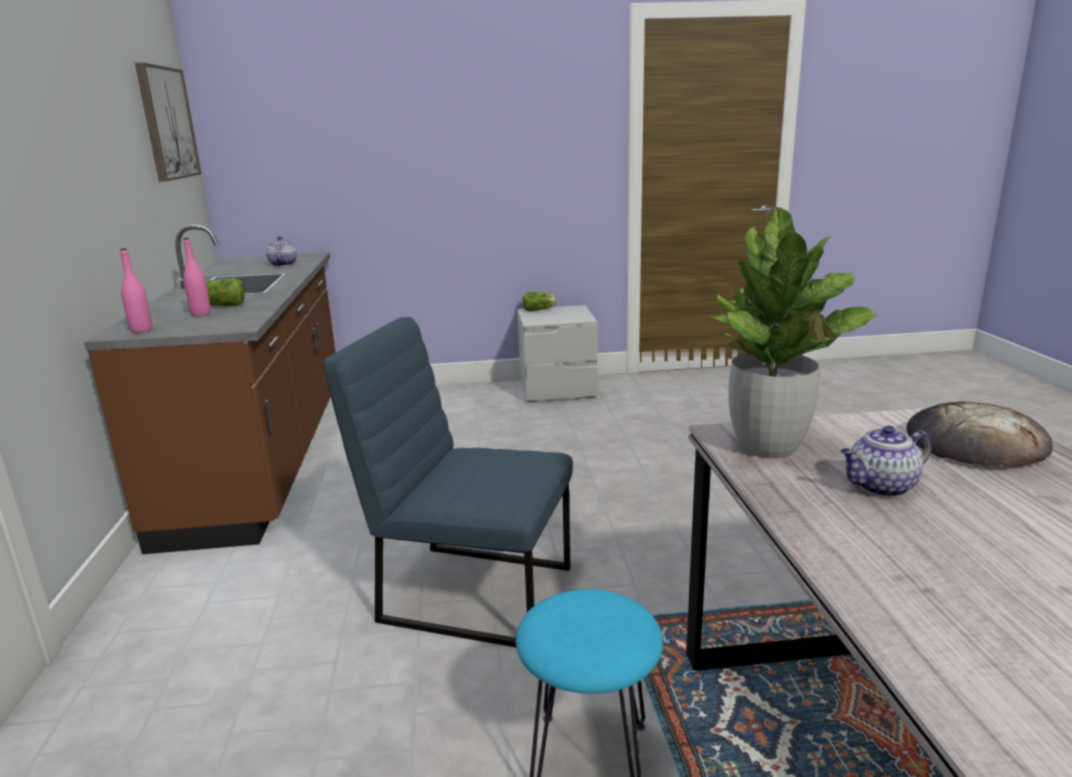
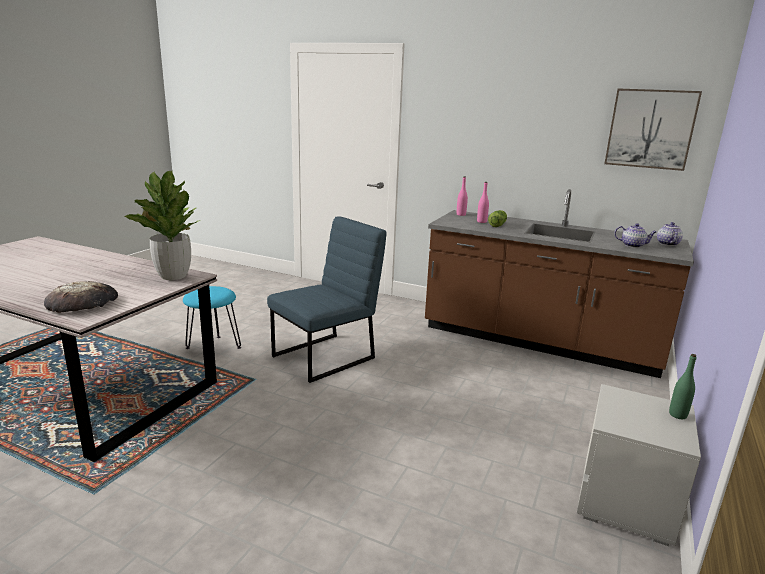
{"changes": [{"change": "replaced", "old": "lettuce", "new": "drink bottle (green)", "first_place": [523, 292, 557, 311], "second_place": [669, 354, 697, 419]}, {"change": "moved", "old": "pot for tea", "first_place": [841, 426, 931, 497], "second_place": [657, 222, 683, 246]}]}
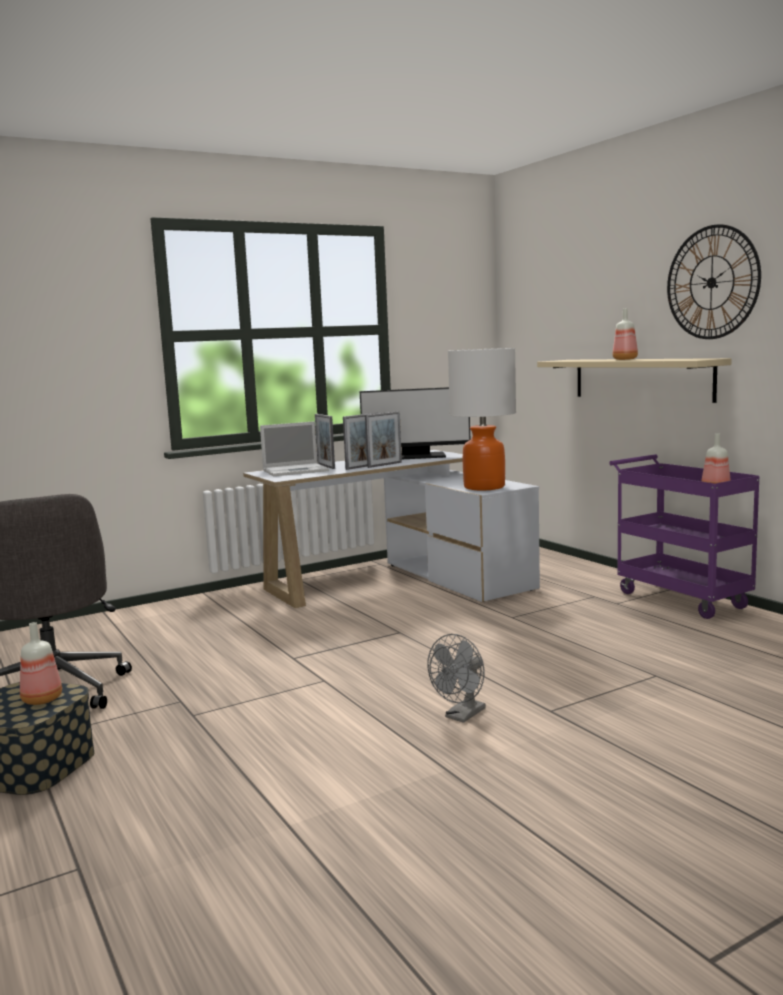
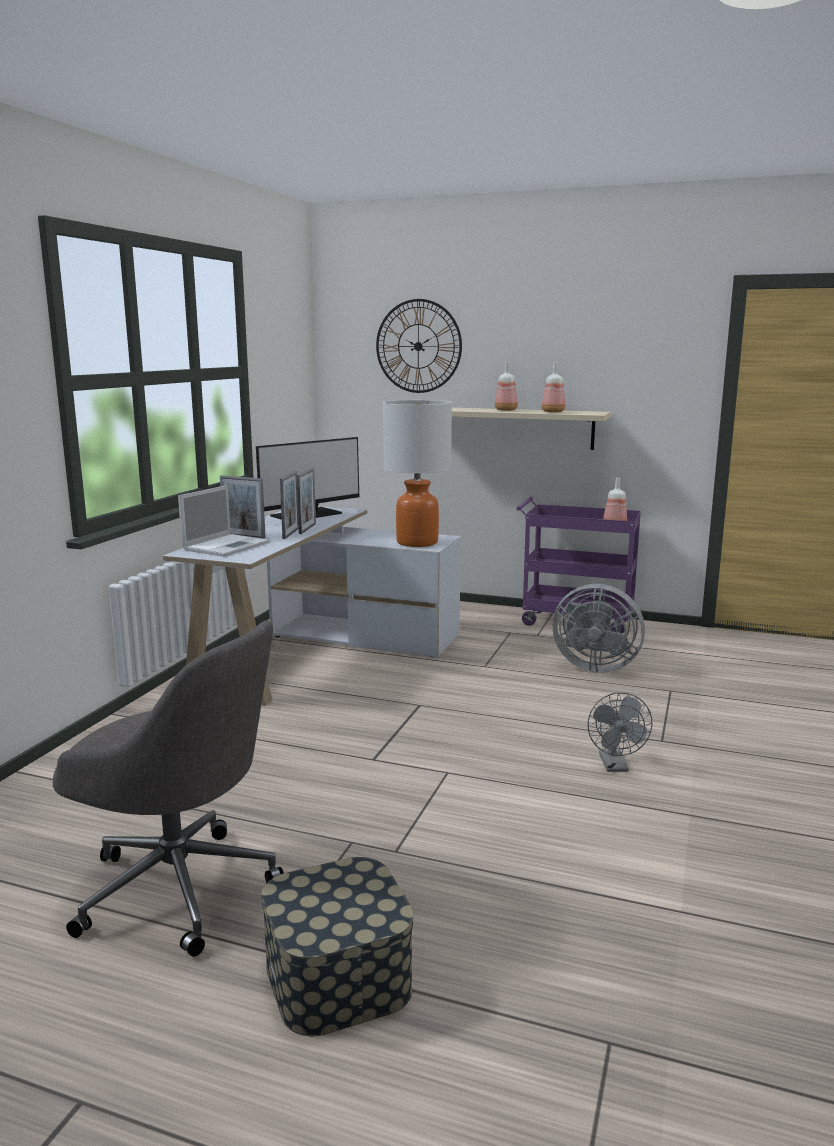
{"changes": [{"change": "moved", "old": "drink bottle", "first_place": [20, 622, 62, 705], "second_place": [542, 363, 565, 412]}, {"change": "moved", "old": "clock on the wall", "first_place": [667, 224, 761, 339], "second_place": [376, 299, 462, 393]}, {"change": "added", "new": "electric fan (gray)", "second_place": [553, 584, 645, 673]}]}
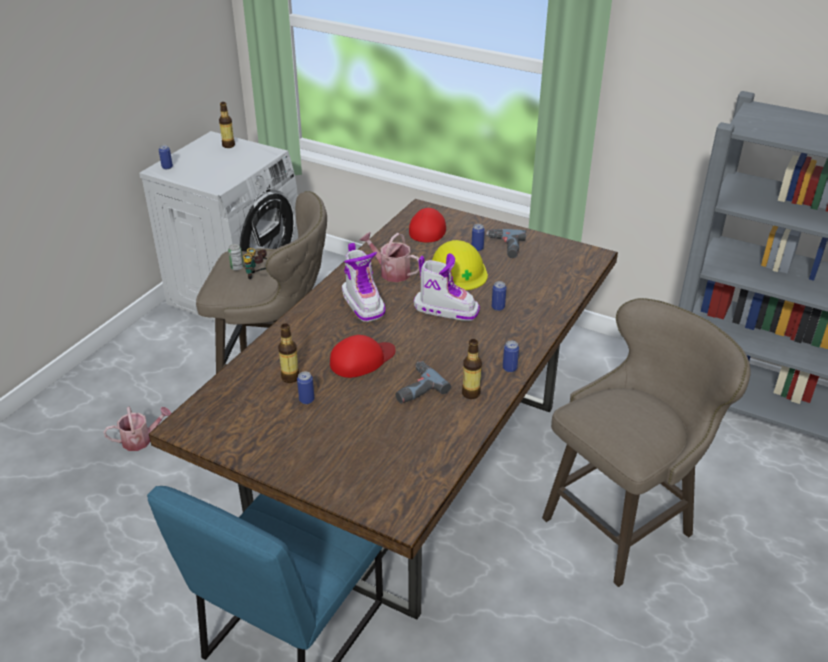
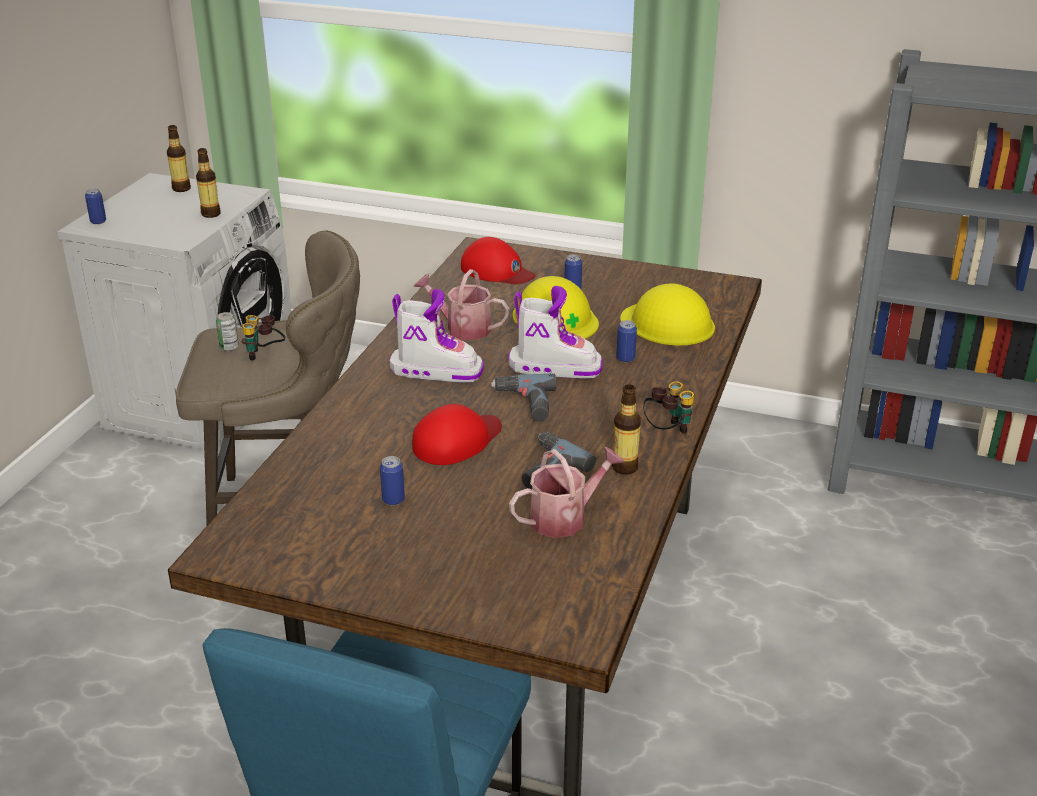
{"changes": [{"change": "moved", "old": "watering pot", "first_place": [103, 406, 172, 451], "second_place": [509, 447, 624, 538]}, {"change": "moved", "old": "drink bottle", "first_place": [278, 324, 299, 383], "second_place": [196, 148, 220, 218]}, {"change": "turned", "old": "high-top boot", "first_place": [342, 243, 385, 322], "second_place": [389, 289, 484, 383], "degrees": -45}, {"change": "turned", "old": "cap (reddish)", "first_place": [409, 208, 446, 242], "second_place": [461, 237, 536, 284], "degrees": 120}, {"change": "moved", "old": "drill", "first_place": [486, 229, 526, 258], "second_place": [491, 373, 556, 422]}, {"change": "replaced", "old": "sealed can", "new": "field glasses", "first_place": [503, 341, 519, 372], "second_place": [643, 381, 694, 434]}, {"change": "removed", "old": "stool (beige-coloured)", "first_place": [542, 298, 751, 587]}, {"change": "added", "new": "safety helmet (yellowish)", "second_place": [620, 284, 715, 345]}]}
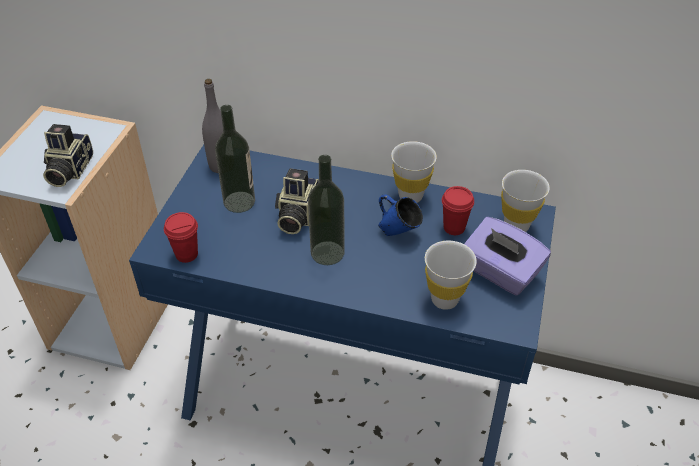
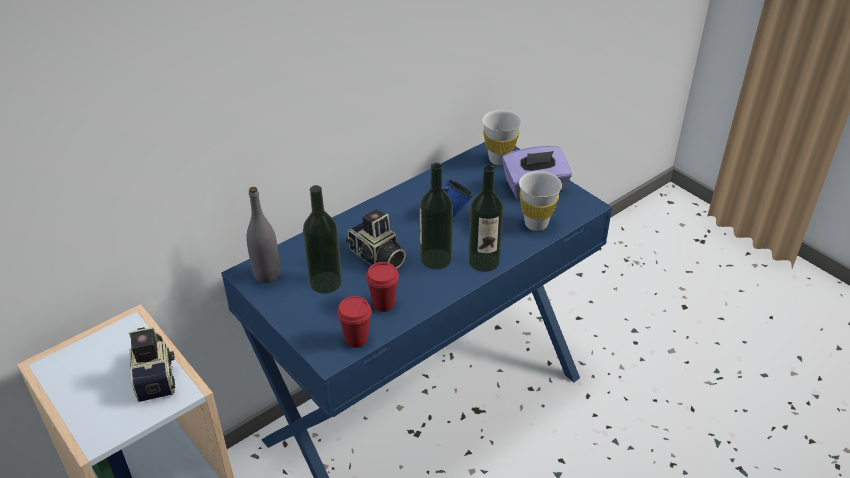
{"changes": [{"change": "turned", "old": "photo camera", "first_place": [43, 124, 93, 187], "second_place": [129, 327, 175, 403], "degrees": -150}, {"change": "removed", "old": "cup (whitish)", "first_place": [391, 141, 437, 203]}, {"change": "moved", "old": "cup (reddish)", "first_place": [442, 186, 474, 235], "second_place": [366, 262, 399, 312]}, {"change": "added", "new": "drink bottle", "second_place": [468, 165, 504, 272]}]}
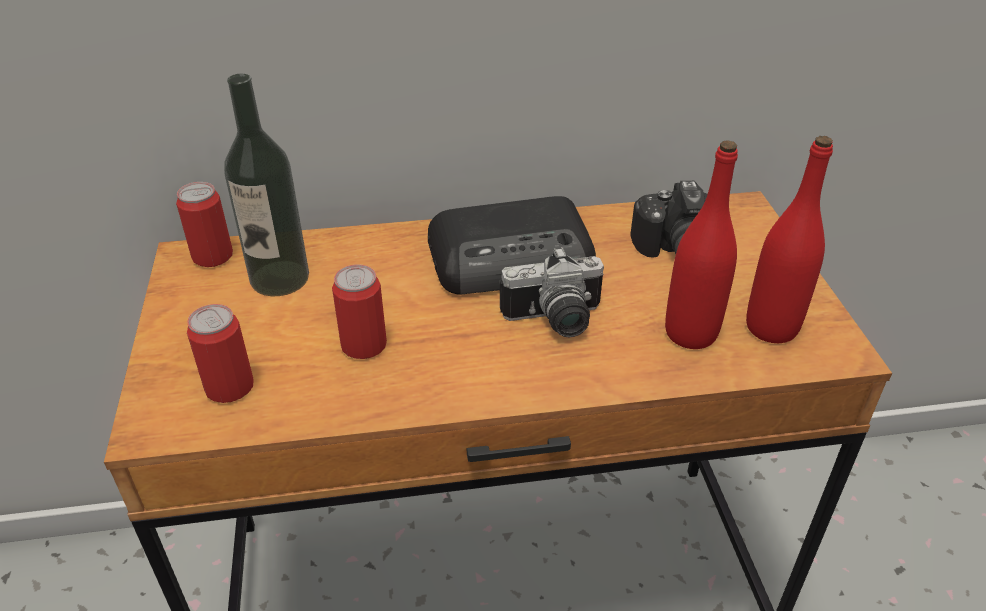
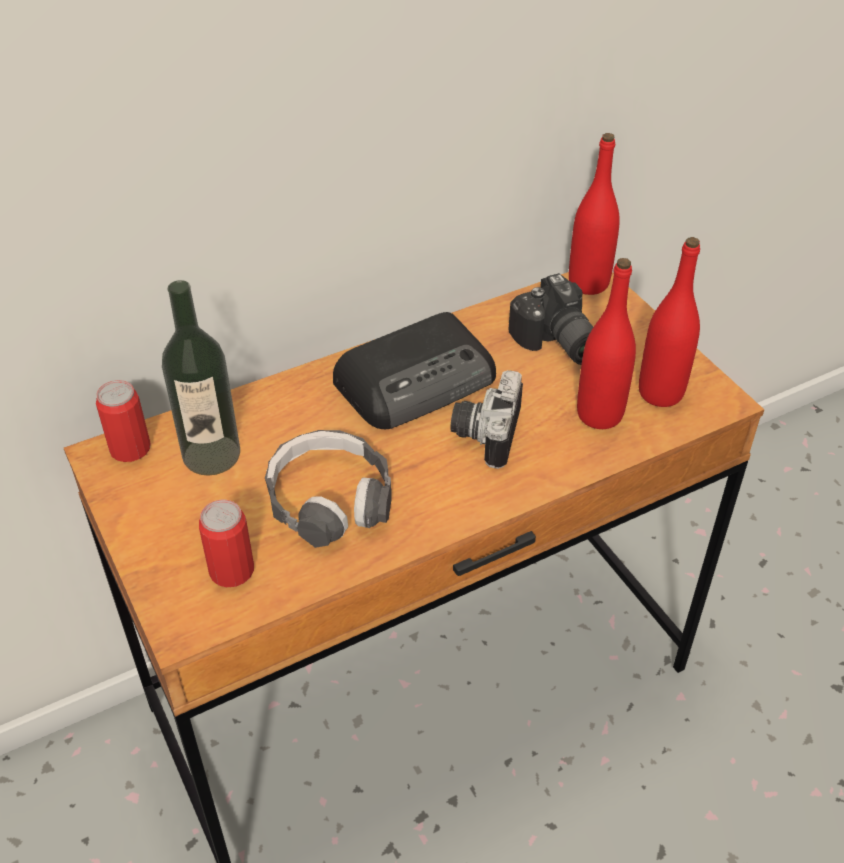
{"changes": [{"change": "replaced", "old": "sealed can", "new": "pair of headphones", "first_place": [332, 265, 387, 359], "second_place": [265, 430, 392, 548]}, {"change": "turned", "old": "photo camera", "first_place": [500, 247, 604, 337], "second_place": [450, 370, 523, 469], "degrees": 135}, {"change": "added", "new": "drink bottle (reddish)", "second_place": [569, 133, 620, 295]}]}
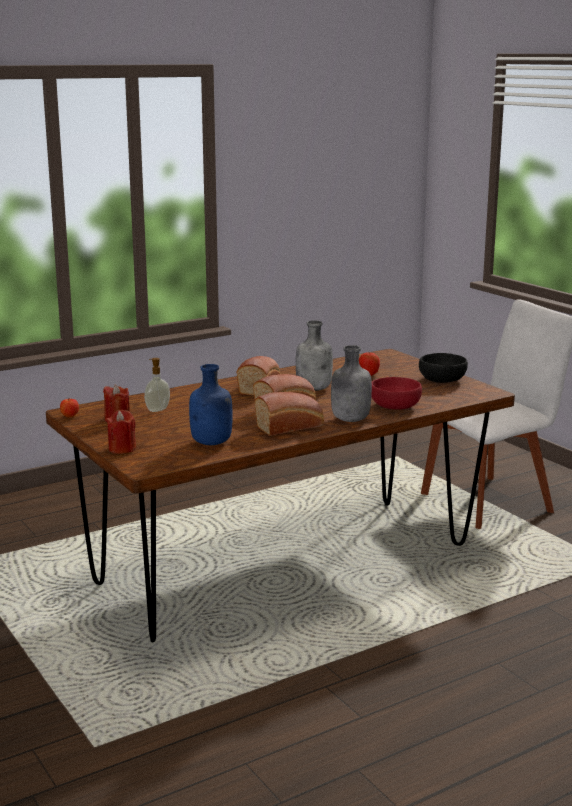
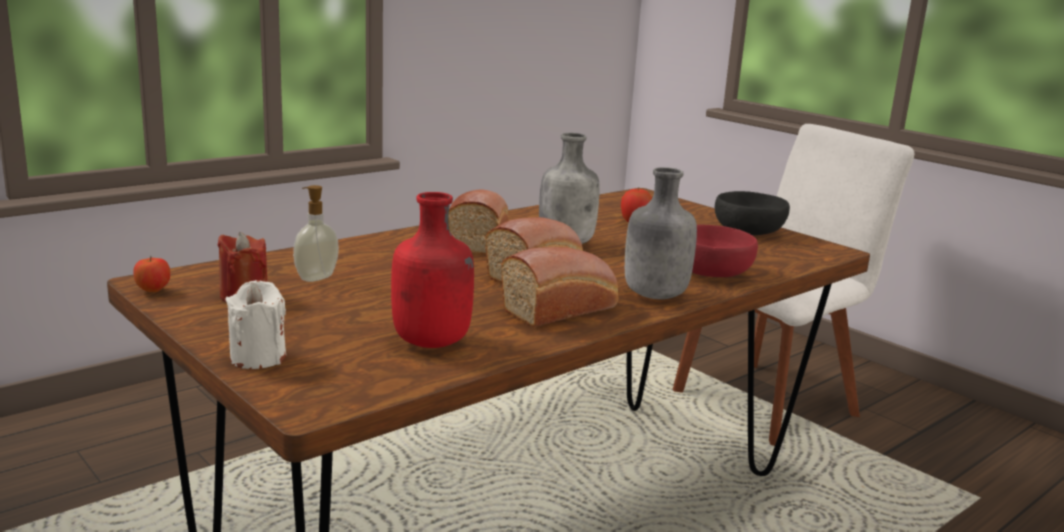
{"changes": [{"change": "recoloured", "old": "wax light (reddish)", "new": "wax light (whitish)", "first_place": [106, 410, 136, 454], "second_place": [225, 280, 286, 369]}, {"change": "recoloured", "old": "drink bottle (blue)", "new": "drink bottle (reddish)", "first_place": [189, 364, 232, 445], "second_place": [391, 192, 474, 348]}]}
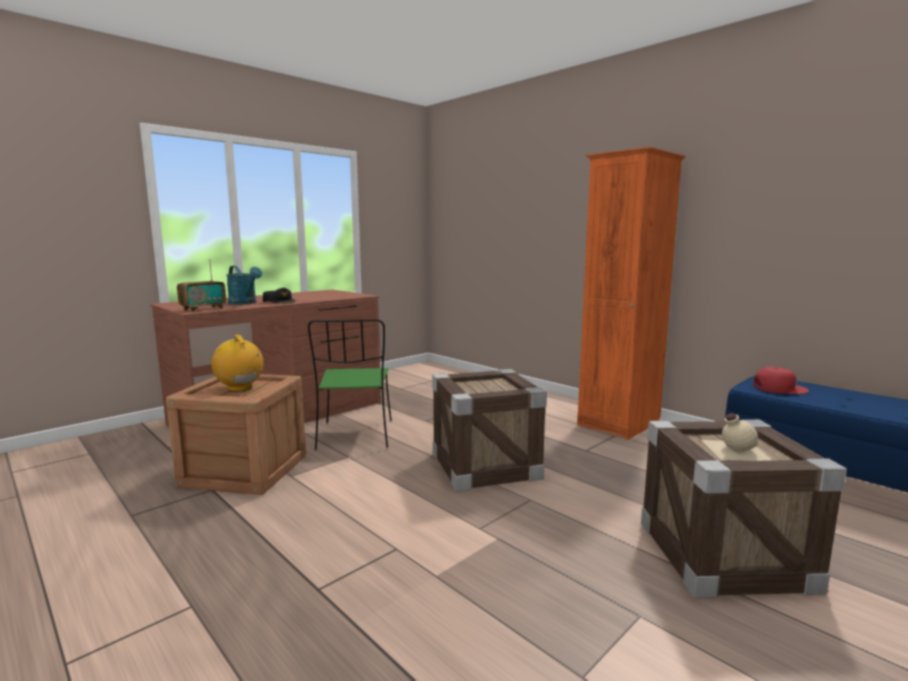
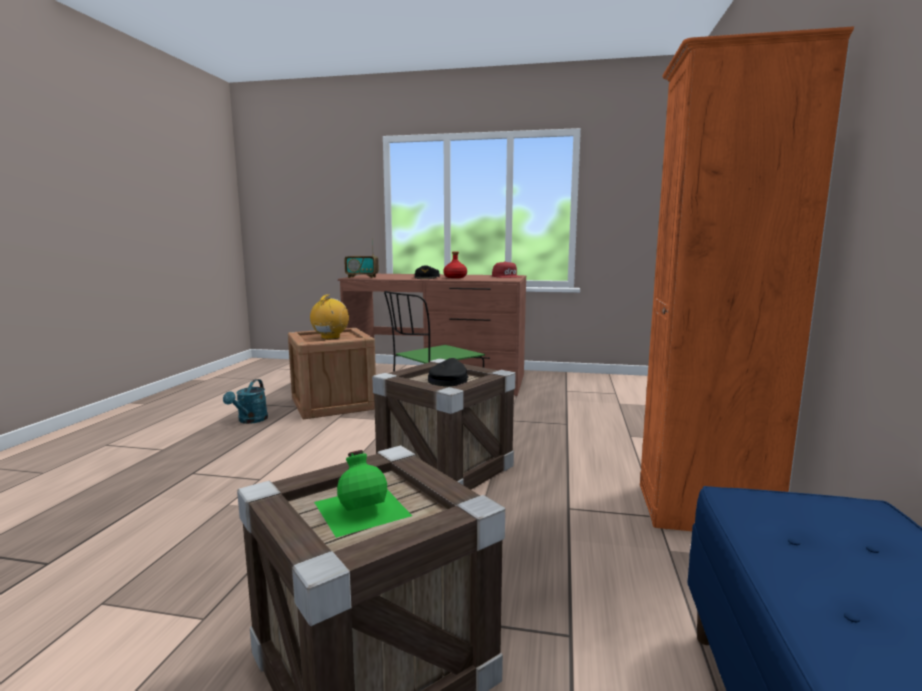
{"changes": [{"change": "moved", "old": "watering pot (turquoise-coloured)", "first_place": [226, 266, 262, 305], "second_place": [223, 379, 268, 424]}, {"change": "recoloured", "old": "drink bottle (beige-coloured)", "new": "drink bottle (green)", "first_place": [701, 413, 772, 461], "second_place": [314, 450, 412, 538]}, {"change": "moved", "old": "cap (reddish)", "first_place": [753, 367, 809, 394], "second_place": [492, 262, 521, 278]}, {"change": "added", "new": "cap (black-coloured)", "second_place": [428, 358, 469, 386]}, {"change": "added", "new": "drink bottle (reddish)", "second_place": [443, 251, 467, 278]}]}
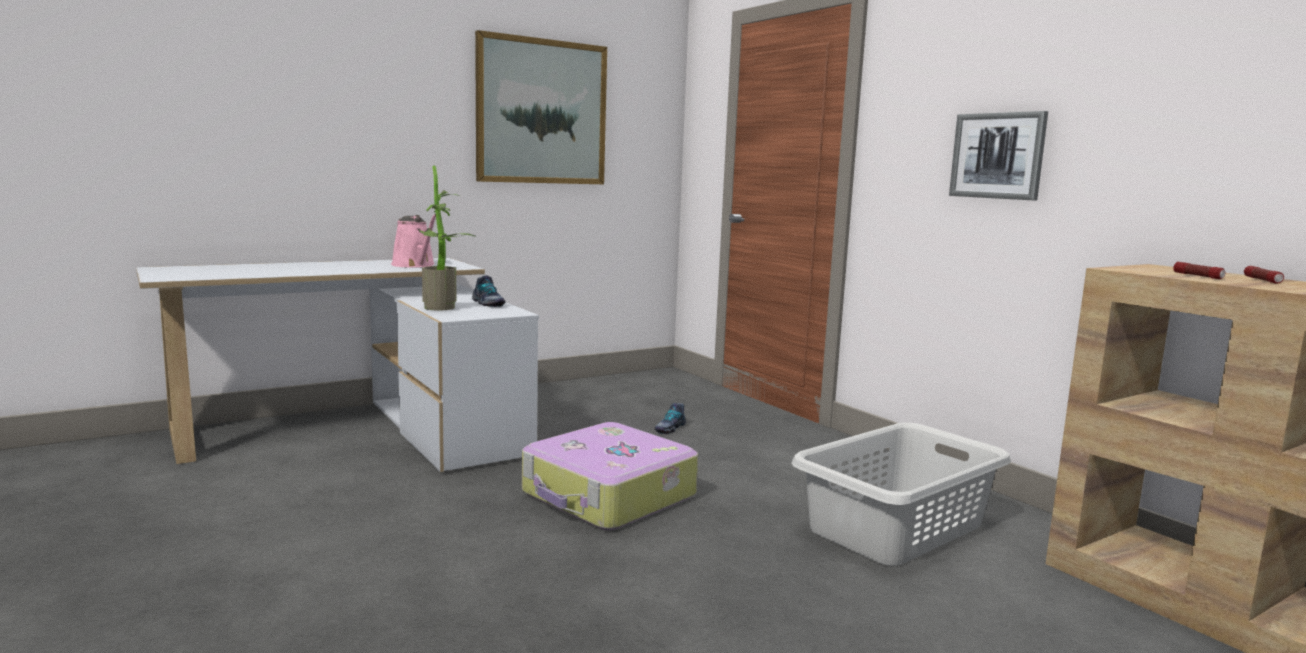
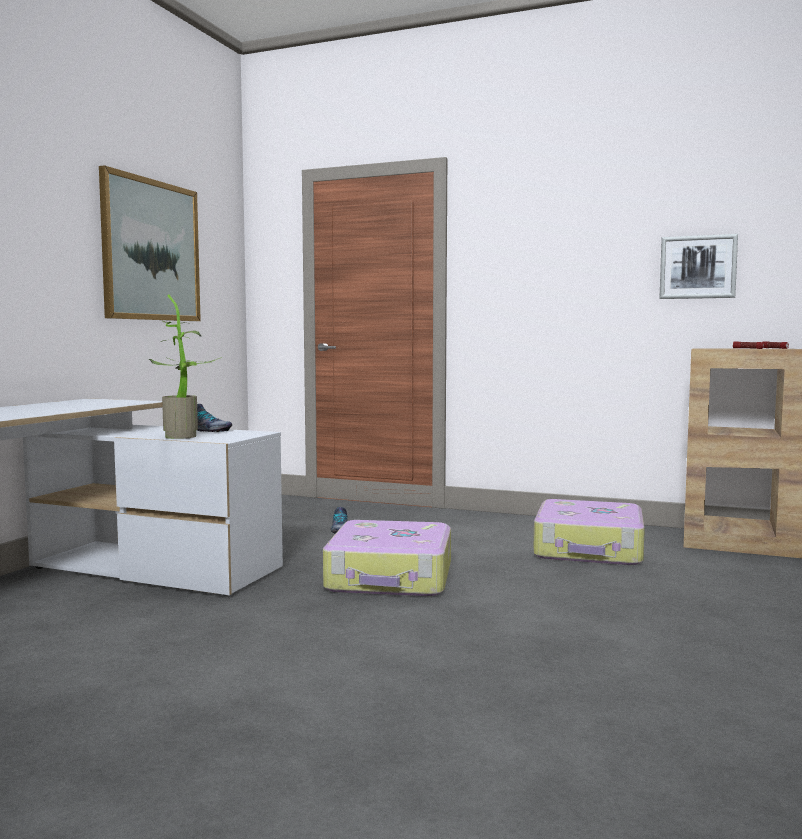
{"changes": [{"change": "removed", "old": "watering pot (pinkish)", "first_place": [391, 214, 436, 268]}, {"change": "replaced", "old": "hamper (gray)", "new": "suitcase", "first_place": [791, 423, 1011, 566], "second_place": [533, 499, 645, 565]}, {"change": "moved", "old": "wall picture", "first_place": [949, 111, 1048, 200], "second_place": [659, 234, 738, 299]}]}
